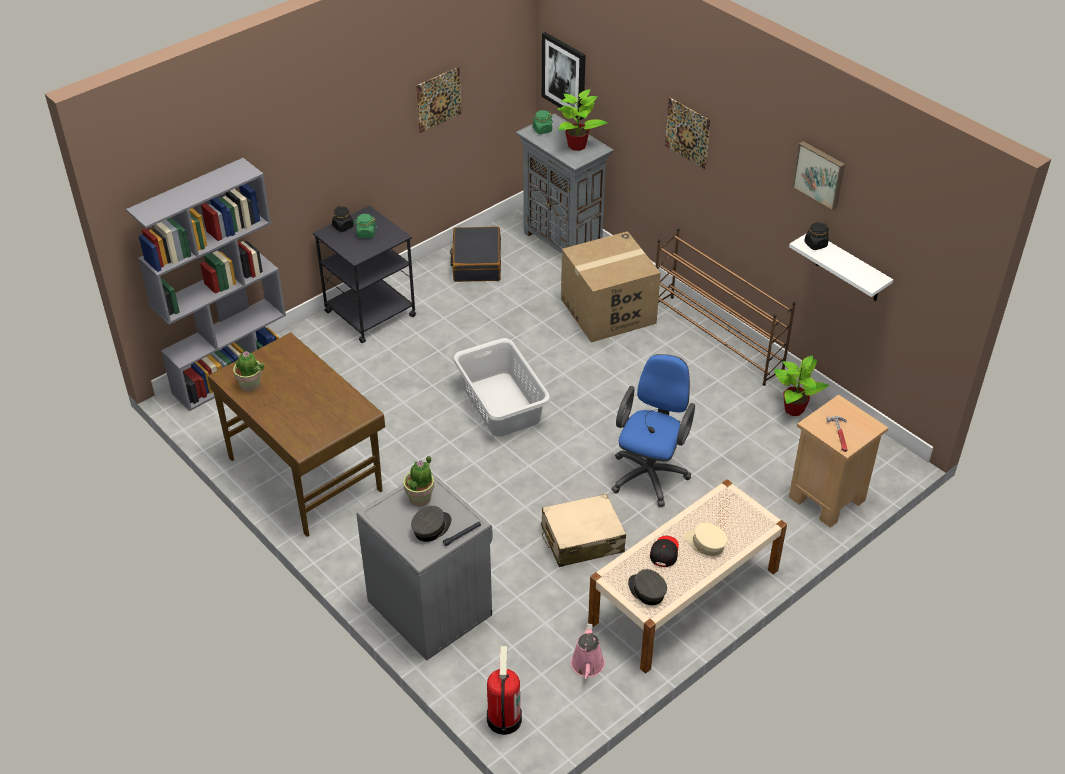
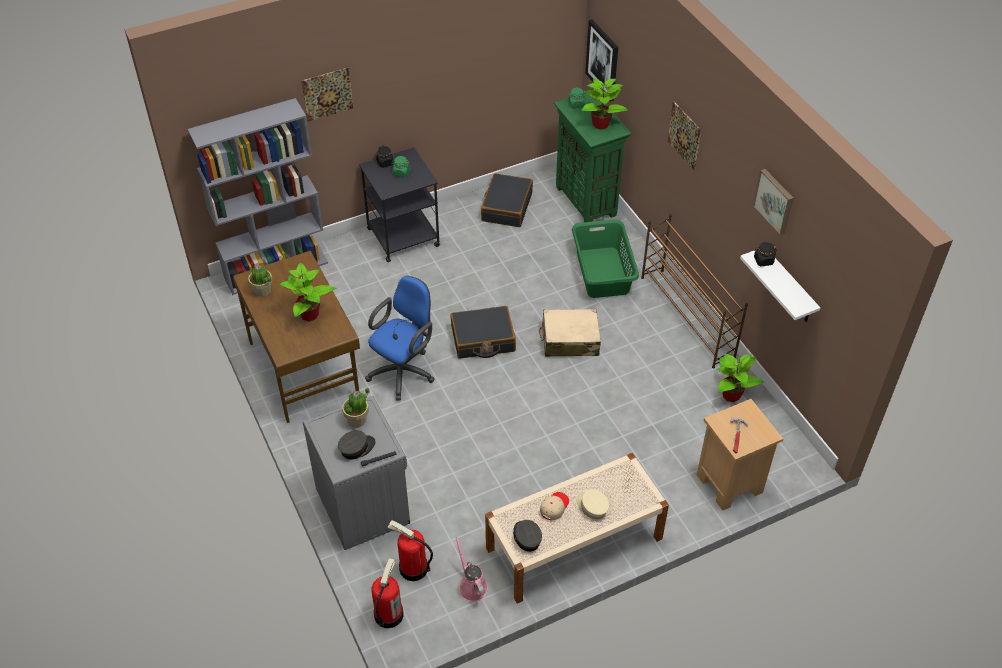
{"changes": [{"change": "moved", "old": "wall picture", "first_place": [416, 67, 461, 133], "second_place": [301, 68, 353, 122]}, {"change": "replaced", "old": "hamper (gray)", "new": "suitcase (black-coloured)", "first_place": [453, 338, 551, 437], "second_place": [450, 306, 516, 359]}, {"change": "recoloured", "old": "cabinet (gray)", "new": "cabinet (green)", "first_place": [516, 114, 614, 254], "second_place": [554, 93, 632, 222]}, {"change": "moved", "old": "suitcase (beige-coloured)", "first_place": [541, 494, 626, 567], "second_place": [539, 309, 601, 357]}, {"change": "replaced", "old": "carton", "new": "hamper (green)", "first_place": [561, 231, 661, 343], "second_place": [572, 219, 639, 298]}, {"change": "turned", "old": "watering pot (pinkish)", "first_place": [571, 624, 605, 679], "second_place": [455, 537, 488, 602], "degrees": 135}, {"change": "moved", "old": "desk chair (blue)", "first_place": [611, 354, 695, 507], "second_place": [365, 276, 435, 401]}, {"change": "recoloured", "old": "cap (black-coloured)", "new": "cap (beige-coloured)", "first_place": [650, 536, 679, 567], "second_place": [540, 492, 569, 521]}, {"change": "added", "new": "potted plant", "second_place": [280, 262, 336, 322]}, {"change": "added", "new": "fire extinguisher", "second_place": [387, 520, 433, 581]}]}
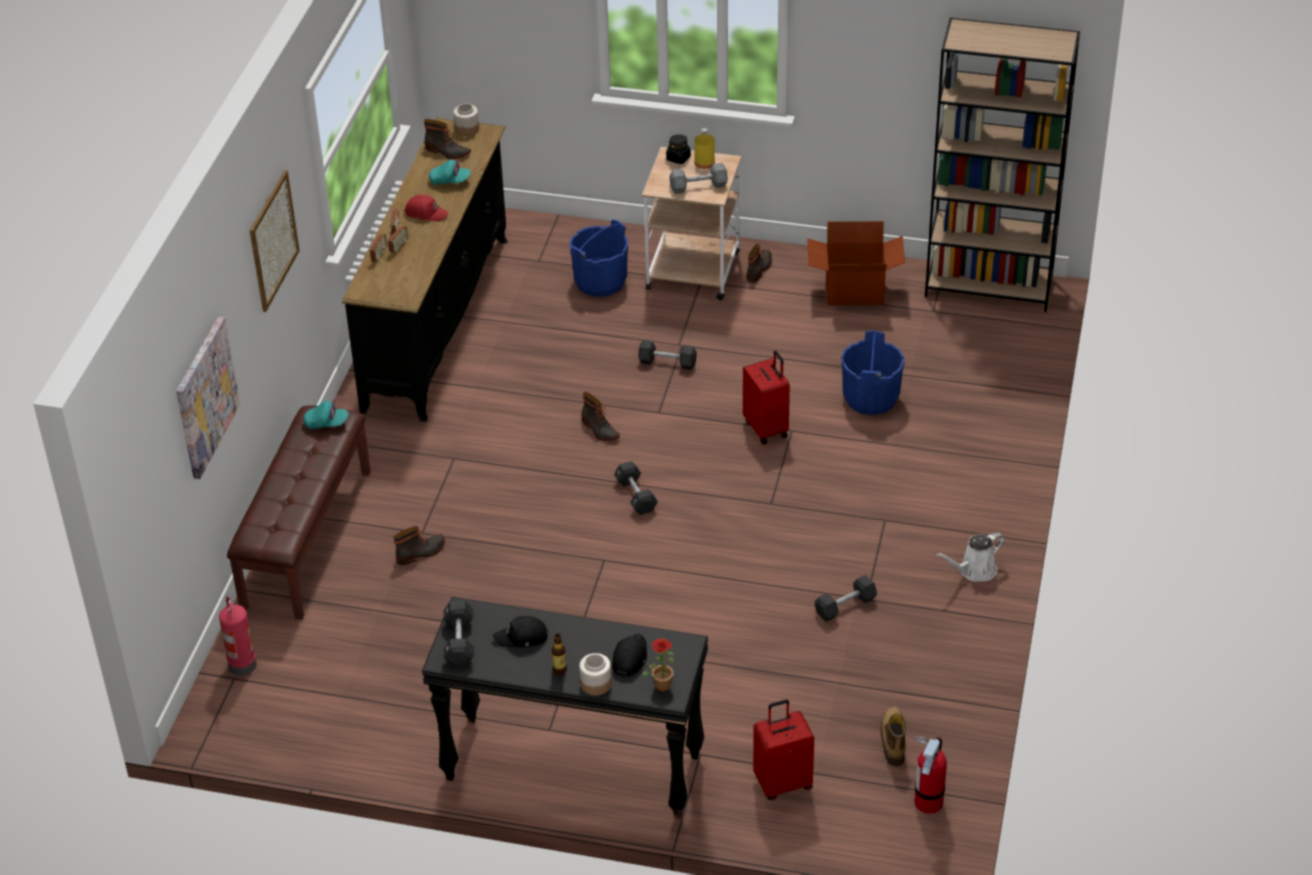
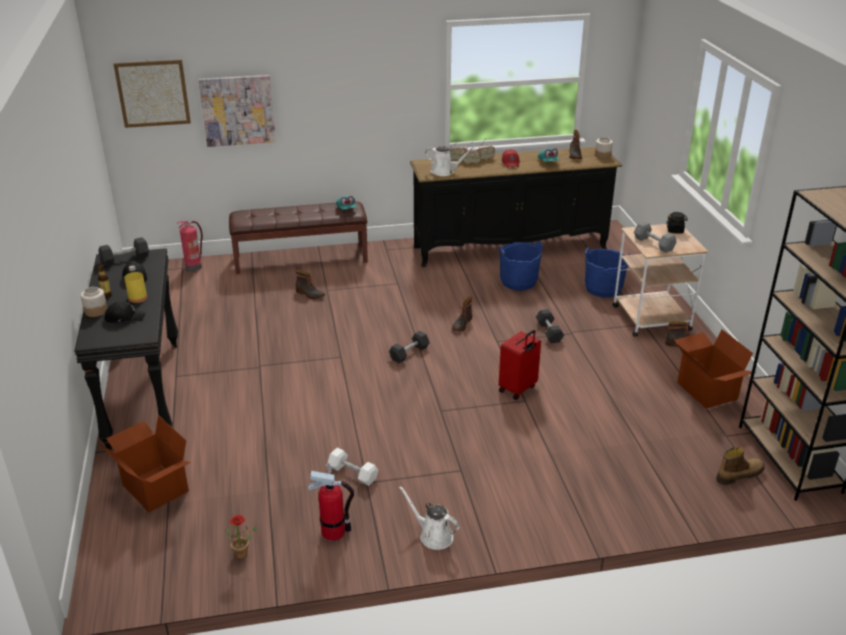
{"changes": [{"change": "moved", "old": "wall picture", "first_place": [250, 170, 300, 312], "second_place": [114, 60, 191, 128]}, {"change": "moved", "old": "potted plant", "first_place": [642, 639, 675, 691], "second_place": [225, 515, 258, 559]}, {"change": "moved", "old": "drink bottle (yellowish)", "first_place": [694, 128, 715, 169], "second_place": [124, 265, 147, 303]}, {"change": "replaced", "old": "suitcase (reddish)", "new": "carton", "first_place": [753, 700, 814, 800], "second_place": [101, 415, 191, 512]}, {"change": "recoloured", "old": "hand weight (black-coloured)", "new": "hand weight (whitish)", "first_place": [815, 575, 877, 622], "second_place": [328, 447, 378, 486]}, {"change": "moved", "old": "bucket (blue)", "first_place": [841, 330, 905, 415], "second_place": [499, 241, 543, 290]}, {"change": "moved", "old": "high-top boot", "first_place": [881, 706, 906, 767], "second_place": [716, 447, 764, 485]}, {"change": "moved", "old": "fire extinguisher", "first_place": [914, 736, 947, 814], "second_place": [308, 463, 354, 541]}, {"change": "added", "new": "watering pot (whitish)", "second_place": [425, 146, 475, 176]}]}
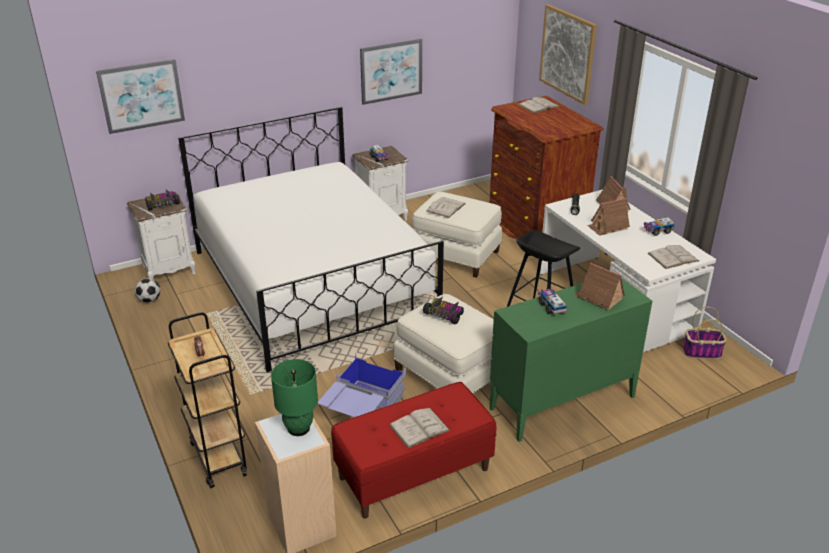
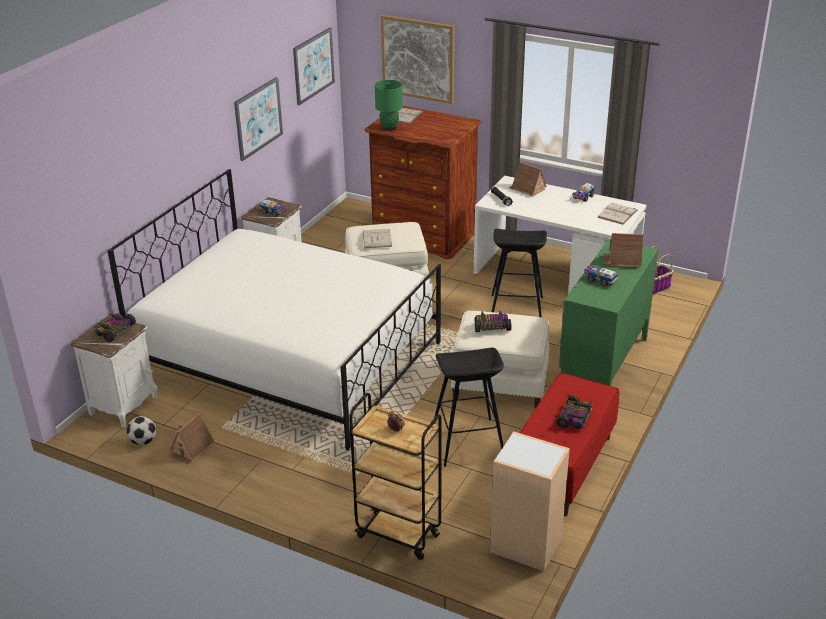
{"changes": [{"change": "moved", "old": "wall picture", "first_place": [96, 59, 185, 134], "second_place": [293, 27, 335, 105]}, {"change": "moved", "old": "tabletop lamp (green)", "first_place": [271, 359, 318, 436], "second_place": [375, 80, 403, 131]}, {"change": "replaced", "old": "storage box (blue)", "new": "stool (black-coloured)", "first_place": [318, 353, 406, 417], "second_place": [434, 348, 504, 467]}, {"change": "replaced", "old": "bound book (whitish)", "new": "toy car", "first_place": [389, 408, 450, 448], "second_place": [556, 396, 592, 429]}, {"change": "moved", "old": "toy house", "first_place": [587, 198, 630, 236], "second_place": [169, 413, 214, 465]}]}
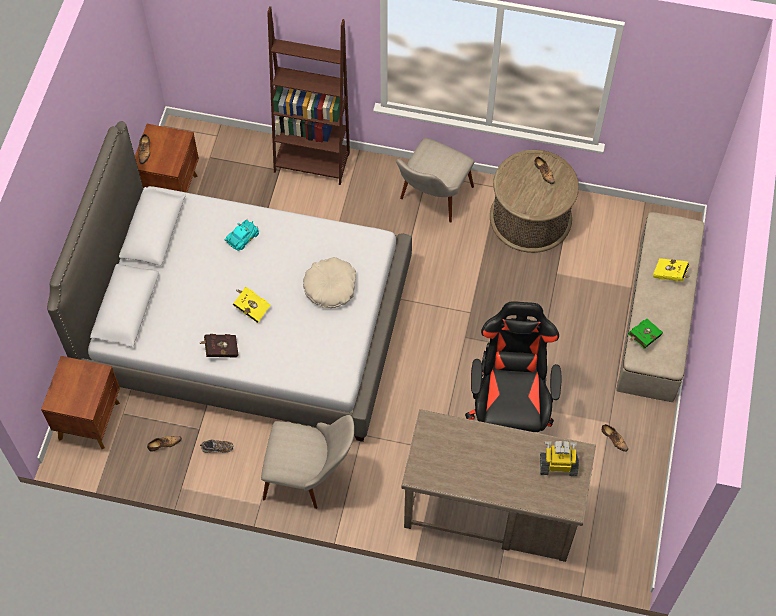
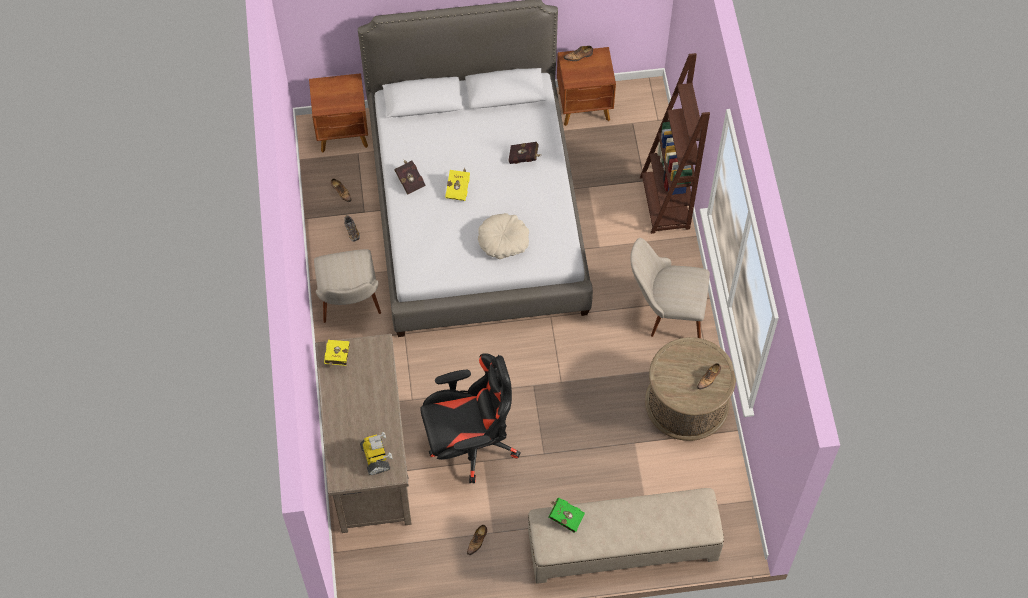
{"changes": [{"change": "replaced", "old": "toy car (turquoise-coloured)", "new": "bound book (reddish)", "first_place": [225, 218, 259, 251], "second_place": [509, 142, 541, 164]}, {"change": "moved", "old": "bound book (yellowish)", "first_place": [653, 258, 689, 281], "second_place": [324, 340, 350, 368]}]}
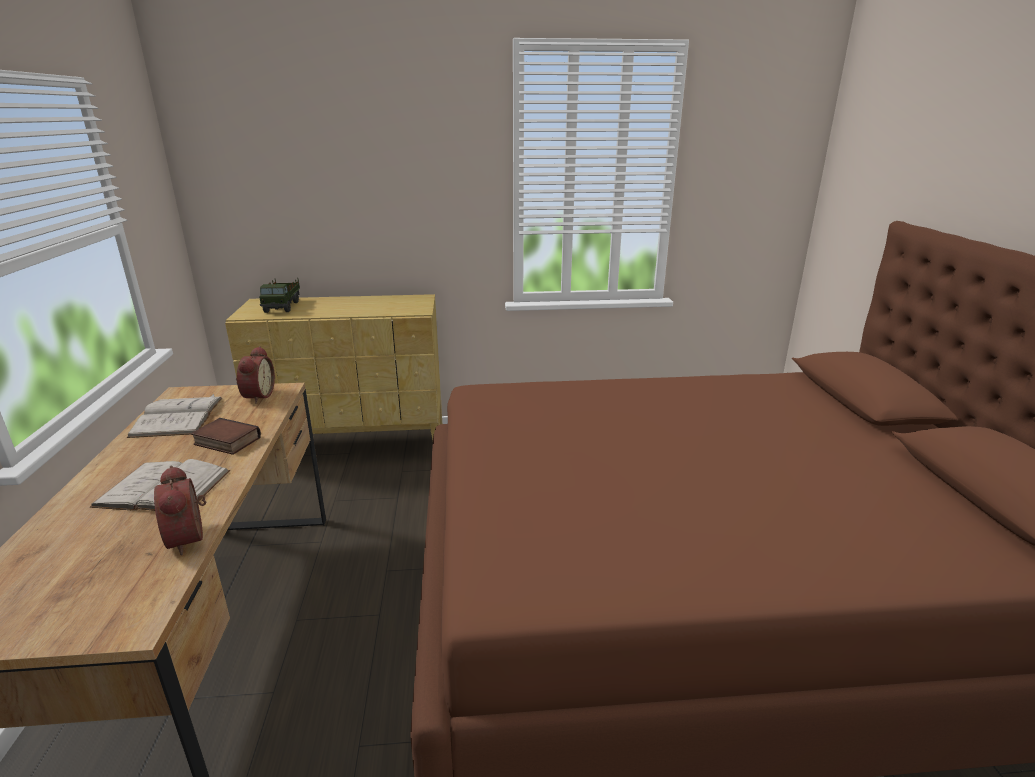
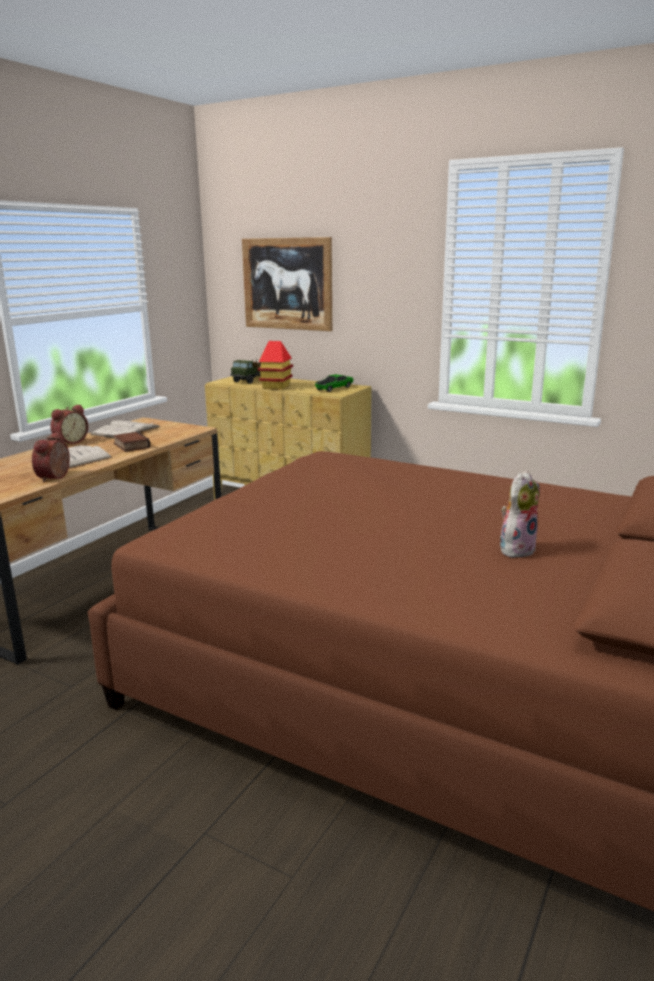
{"changes": [{"change": "moved", "old": "bedside clock", "first_place": [236, 346, 275, 404], "second_place": [51, 404, 88, 444]}, {"change": "added", "new": "wall picture", "second_place": [242, 237, 332, 331]}, {"change": "added", "new": "toy house", "second_place": [258, 341, 293, 390]}, {"change": "added", "new": "toy car", "second_place": [315, 374, 354, 392]}, {"change": "added", "new": "cuddly toy", "second_place": [500, 471, 540, 558]}]}
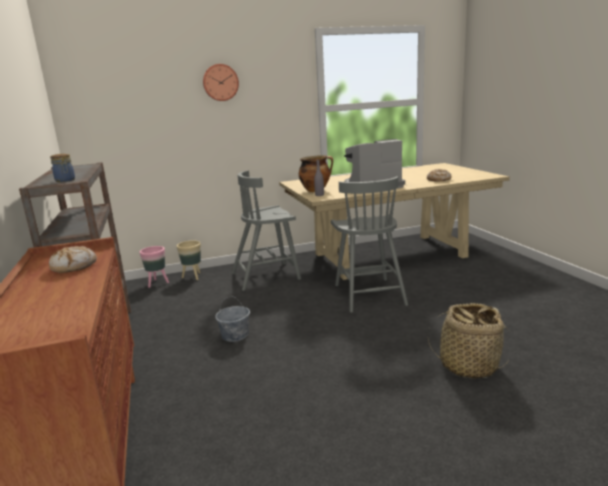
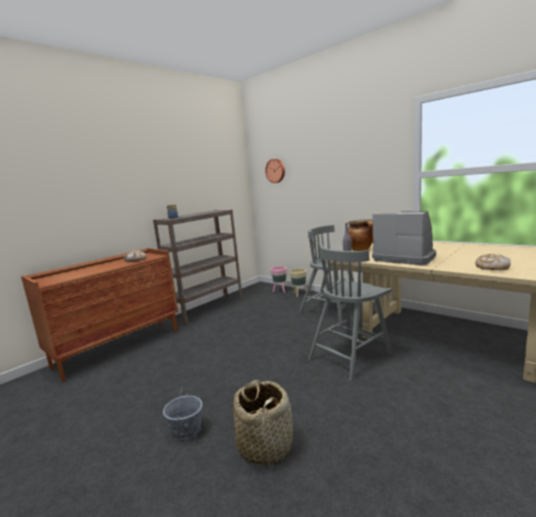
{"changes": [{"change": "moved", "old": "clock on the wall", "first_place": [203, 64, 239, 101], "second_place": [265, 159, 285, 183]}, {"change": "moved", "old": "bucket (gray)", "first_place": [215, 296, 250, 342], "second_place": [163, 387, 202, 440]}]}
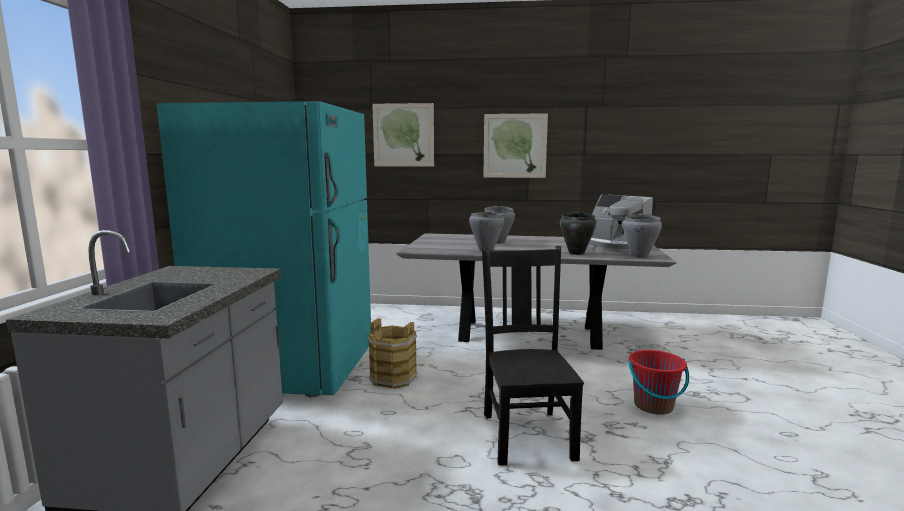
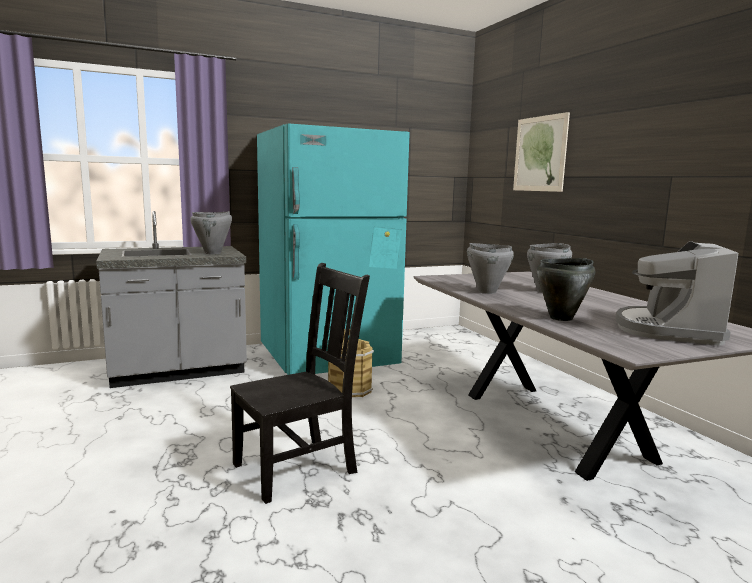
{"changes": [{"change": "removed", "old": "wall picture", "first_place": [484, 113, 548, 178]}, {"change": "moved", "old": "stockpot (gray)", "first_place": [622, 214, 662, 258], "second_place": [190, 211, 232, 254]}, {"change": "removed", "old": "bucket (reddish)", "first_place": [628, 350, 689, 415]}]}
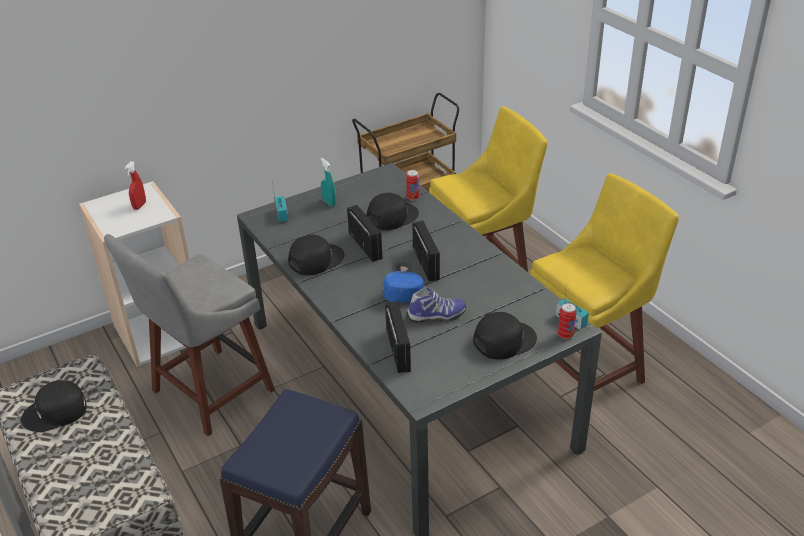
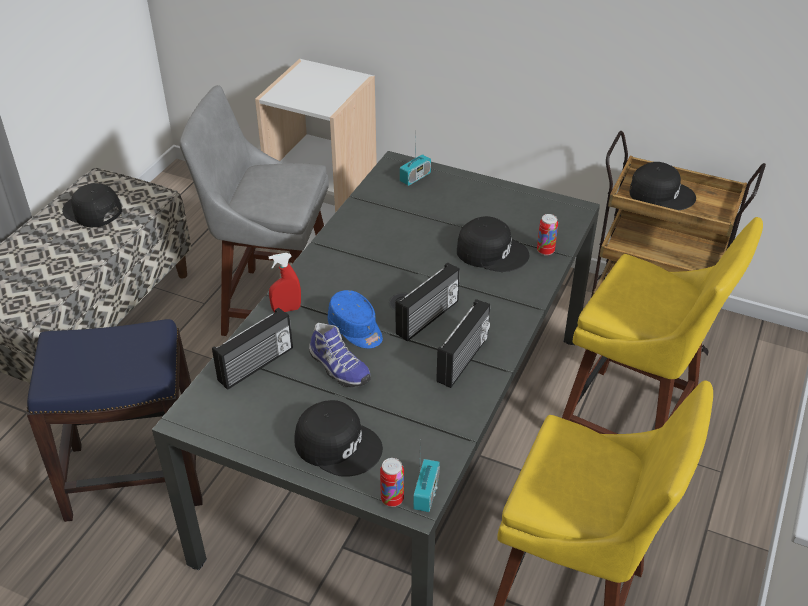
{"changes": [{"change": "moved", "old": "spray bottle (reddish)", "first_place": [125, 161, 146, 210], "second_place": [269, 253, 301, 312]}, {"change": "moved", "old": "cap (black-coloured)", "first_place": [288, 235, 344, 275], "second_place": [629, 162, 696, 210]}, {"change": "removed", "old": "spray bottle (turquoise-coloured)", "first_place": [321, 158, 336, 207]}, {"change": "moved", "old": "radio", "first_place": [347, 205, 382, 262], "second_place": [436, 299, 490, 388]}]}
